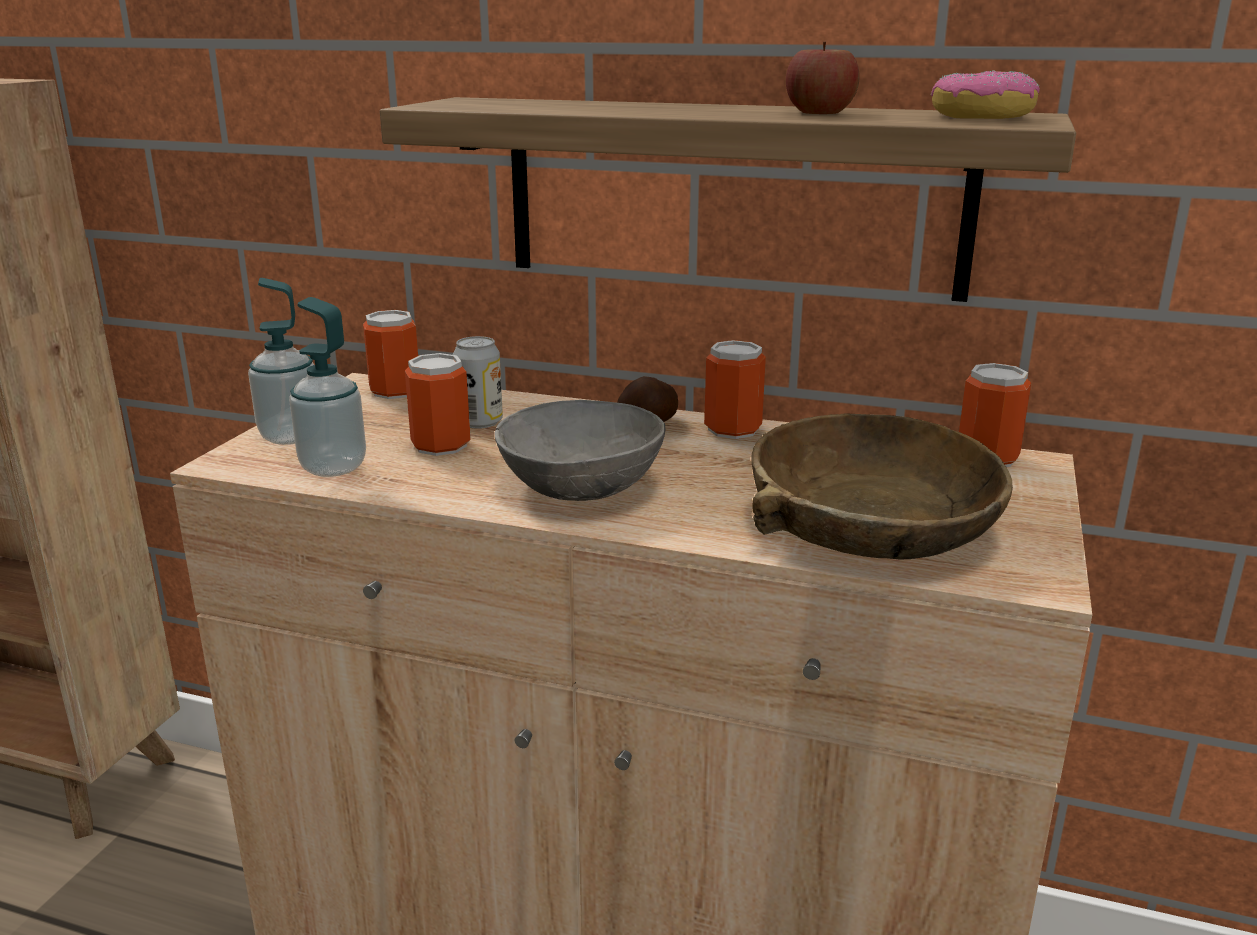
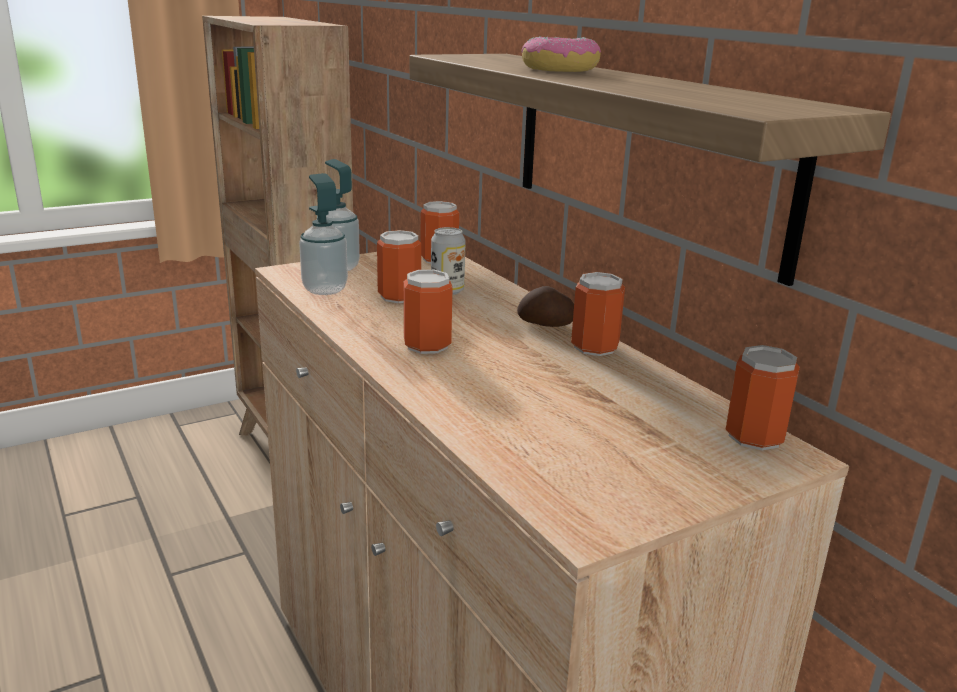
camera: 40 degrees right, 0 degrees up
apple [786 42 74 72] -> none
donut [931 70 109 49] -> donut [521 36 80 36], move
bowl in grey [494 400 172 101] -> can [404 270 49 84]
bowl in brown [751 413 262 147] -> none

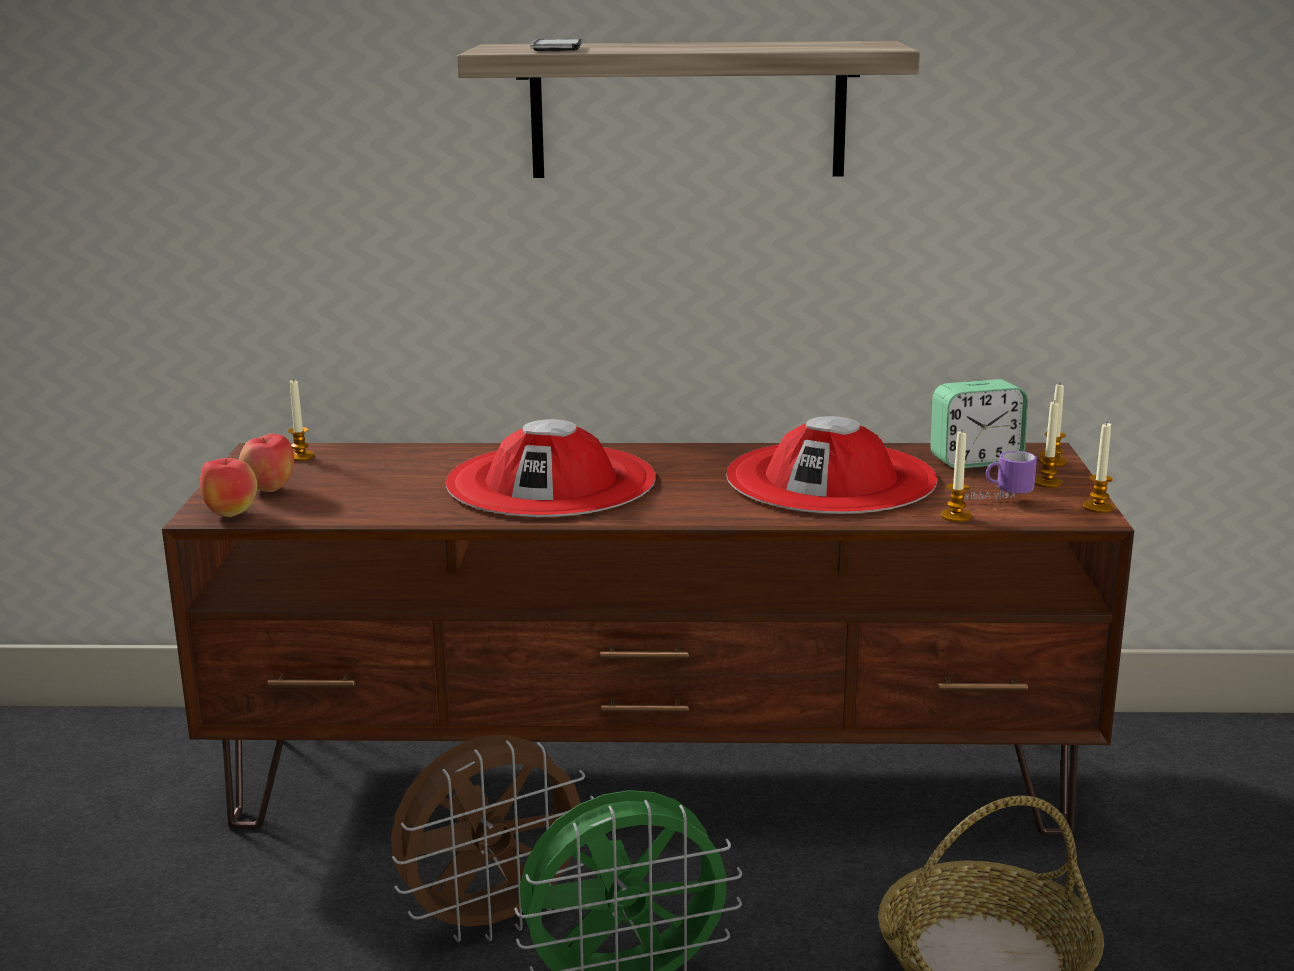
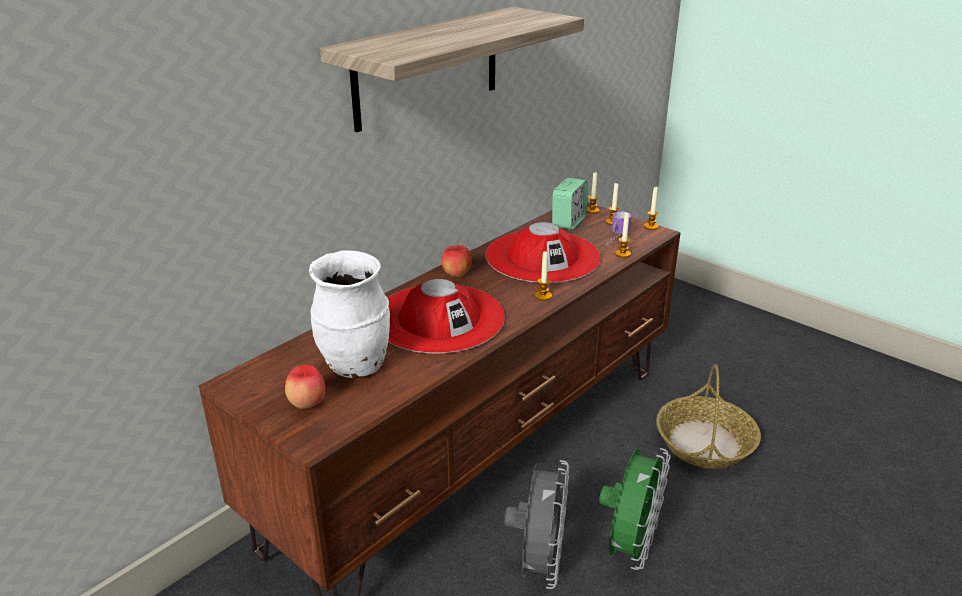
camera: 50 degrees left, 10 degrees up
phone [530 39 51 12] -> none
candle [288 379 27 82] -> candle [535 250 17 50], move
apple [200 458 57 59] -> apple [441 245 31 32], move
fan in brown [391 735 203 207] -> fan in grey [505 460 64 129]
none -> vase in white [309 250 81 128]

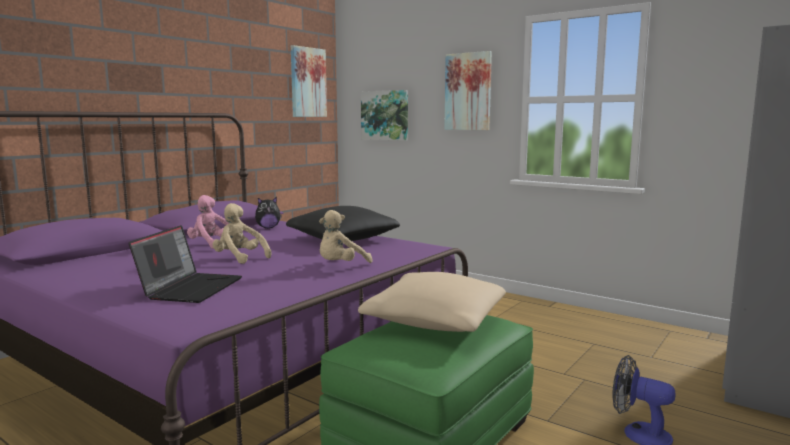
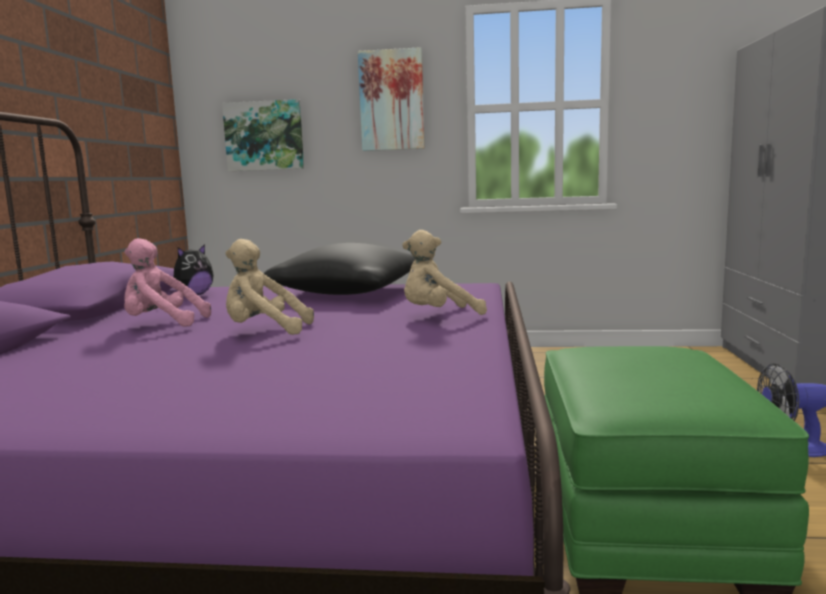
camera: 30 degrees left, 0 degrees up
picture [291 45 36 72] -> none
plush toy in beige [319 210 53 53] -> plush toy in beige [402 230 85 85], 60 degrees clockwise
laptop [128 225 114 78] -> none
pillow in beige [358 272 148 60] -> none

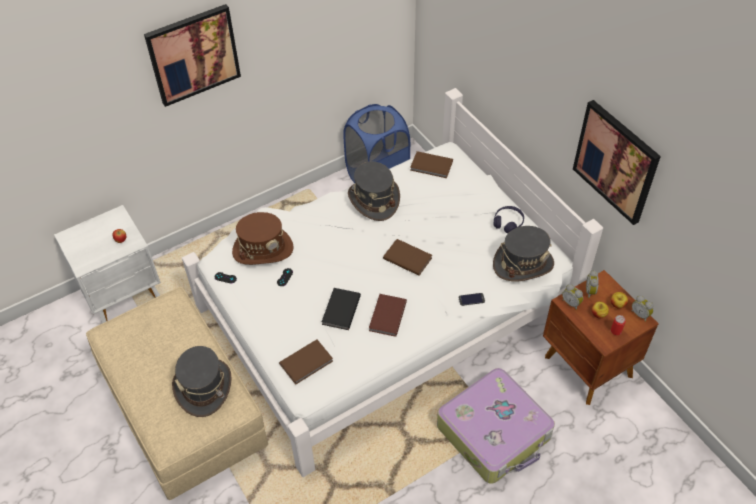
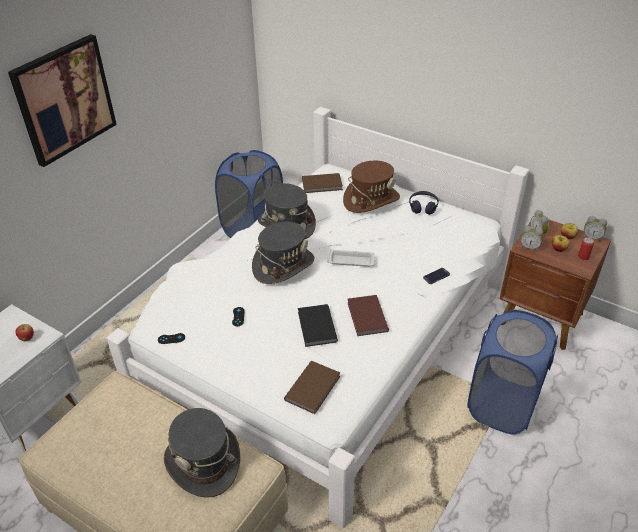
camera: 25 degrees left, 10 degrees down
picture [573 100 88 125] -> none
hat in brown [232 212 62 53] -> hat in brown [343 161 57 52], move
hat in grey [493 226 61 55] -> hat in grey [252 222 62 62], move
book in brown [383 239 49 37] -> tray in white [327 249 50 18]
suitcase [437 368 118 116] -> laundry basket in blue [468 310 90 124]

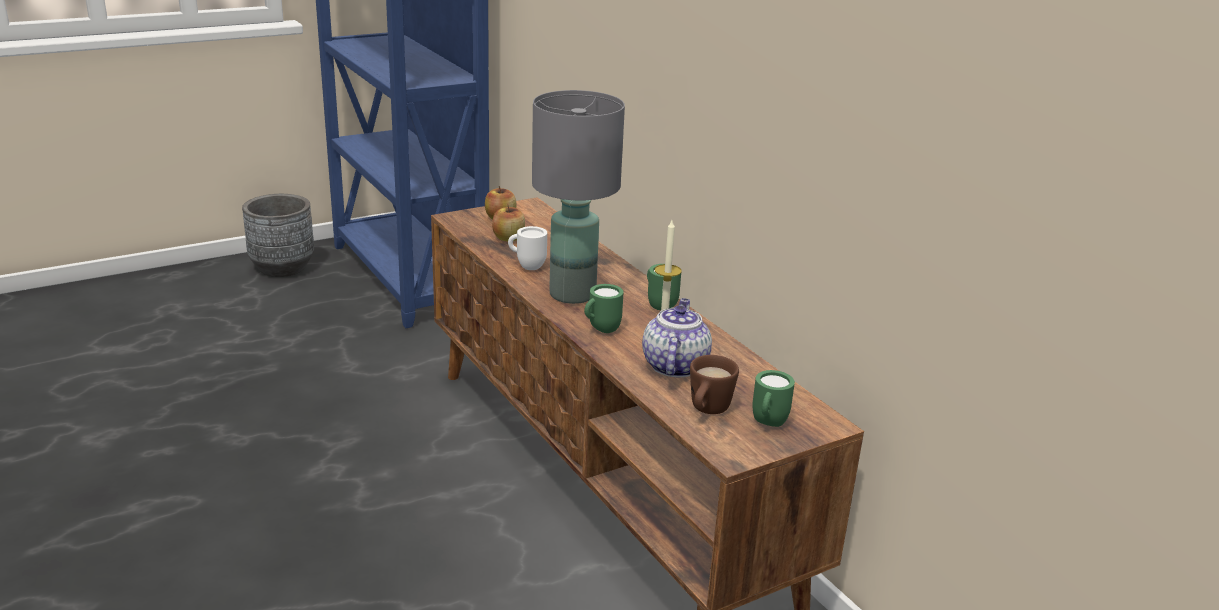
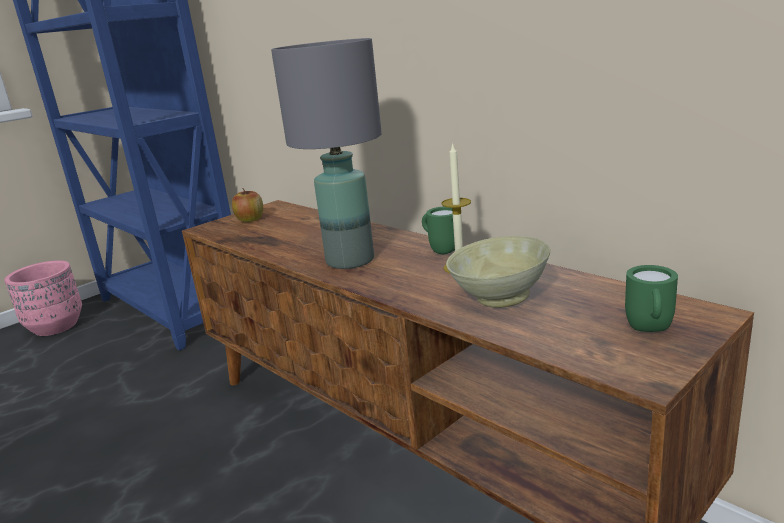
camera: 10 degrees left, 5 degrees down
planter in grey [242 194 72 83] -> planter in pink [4 260 78 76]
apple [492 205 33 37] -> none
mug in white [508 226 39 44] -> none
mug in green [584 284 40 49] -> none
teapot [642 298 70 79] -> bowl in beige [446 236 104 72]
mug in brown [690 355 49 59] -> none

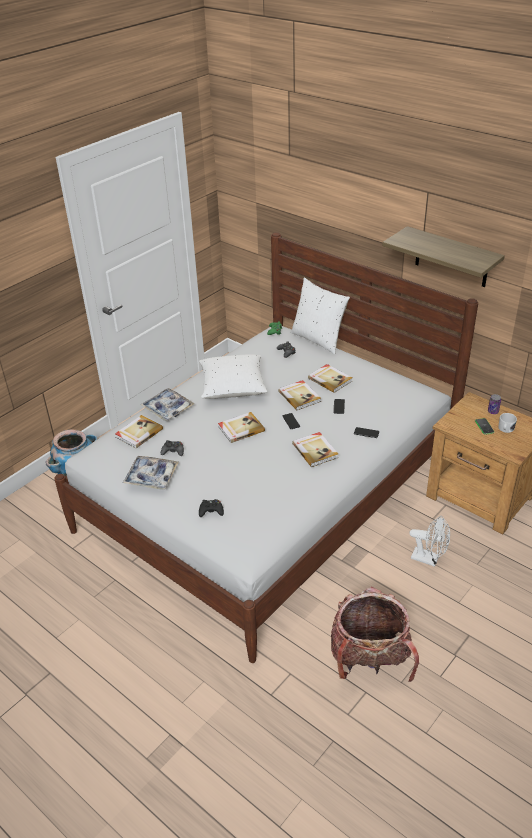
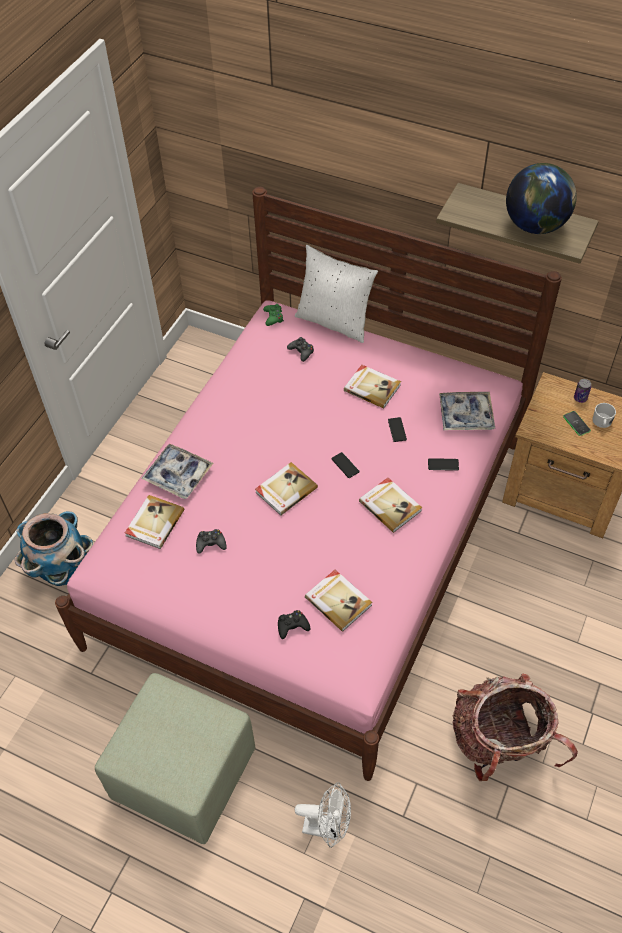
camera: 15 degrees left, 15 degrees up
bed in white [54 232 424 431] -> bed in pink [55 187 507 594]
pillow in white [199 354 69 45] -> none
book [278 380 43 30] -> book [305 570 67 62], move
tray [123 456 55 34] -> tray [439 392 56 38], move
fan in white [409 516 41 51] -> fan in white [295 782 56 66], move
none -> globe [506 163 71 71]
none -> ottoman in green [95 673 160 171]

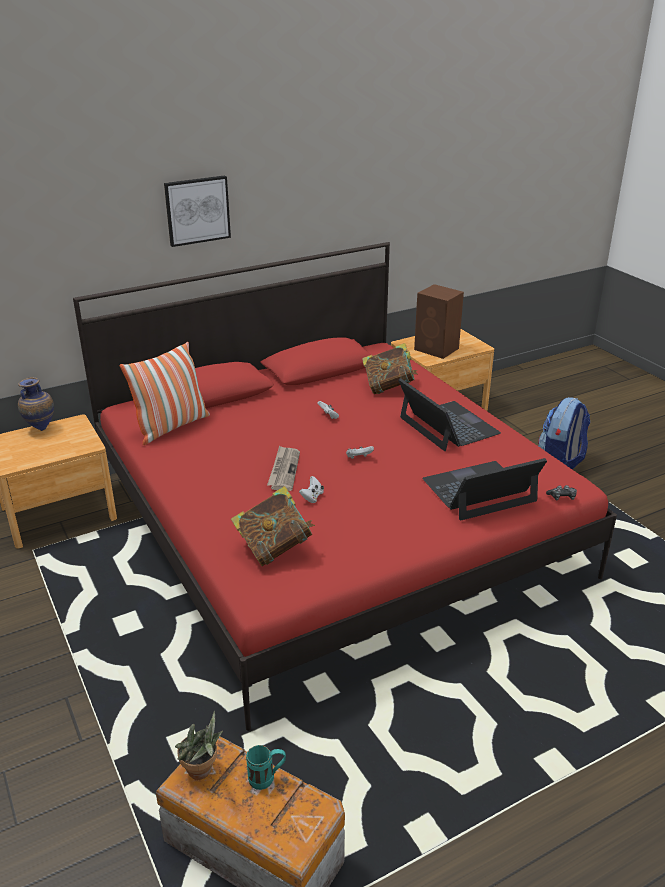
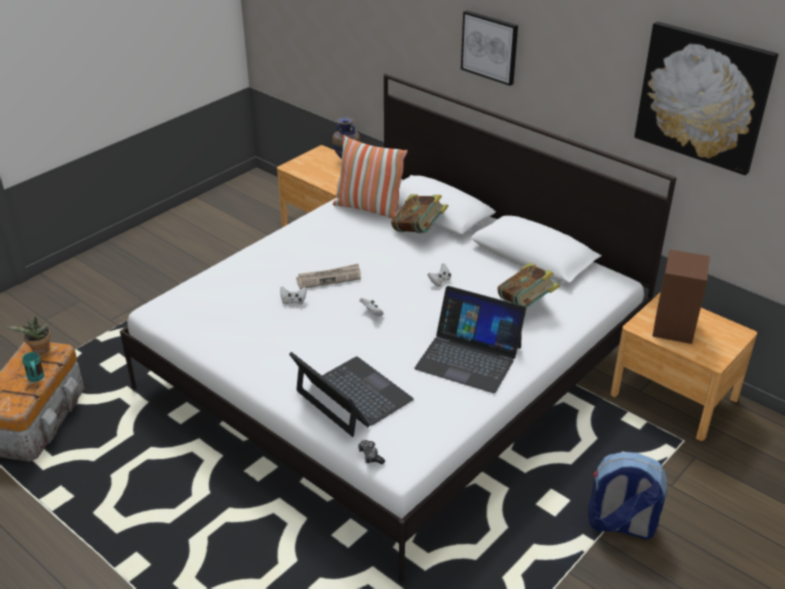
camera: 70 degrees right, 5 degrees up
bed in red [73 242 544 489] -> bed in white [120 73 557 510]
laptop [398 378 103 73] -> laptop [414 286 112 107], 75 degrees clockwise
book [231 486 84 80] -> book [391 194 57 39], move
none -> picture [634 21 144 154]

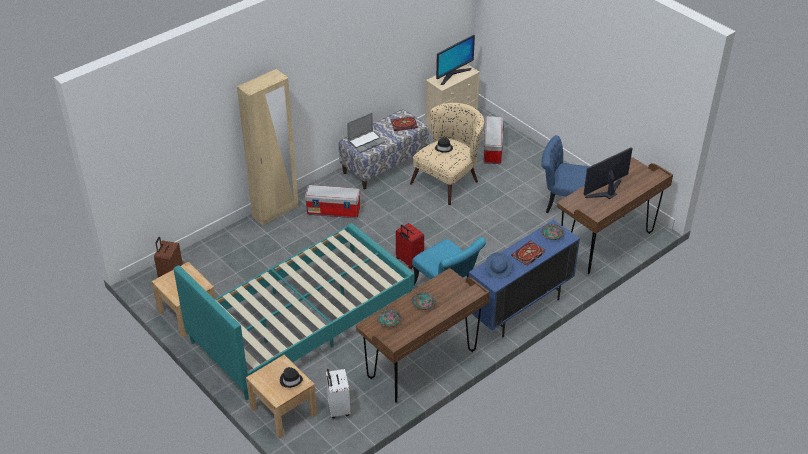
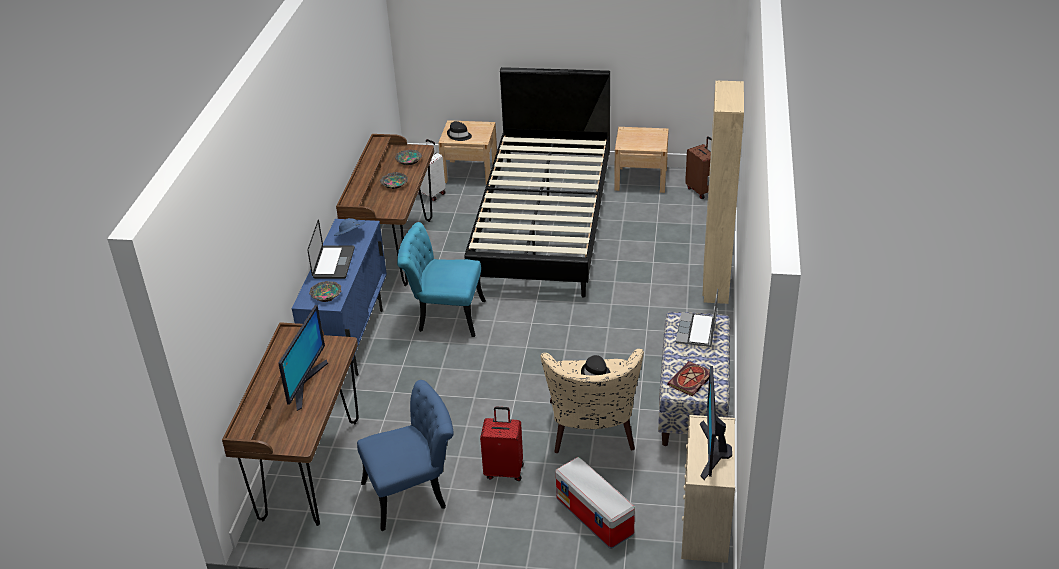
camera: 140 degrees right, 5 degrees down
storage box [305 185 55 33] -> none
bed in turquoise [174 223 240 177] -> bed in black [464 67 146 231]
suitcase in red [396 223 28 46] -> suitcase in red [480 406 44 75], move
book [511 241 34 25] -> laptop [307 219 48 60]

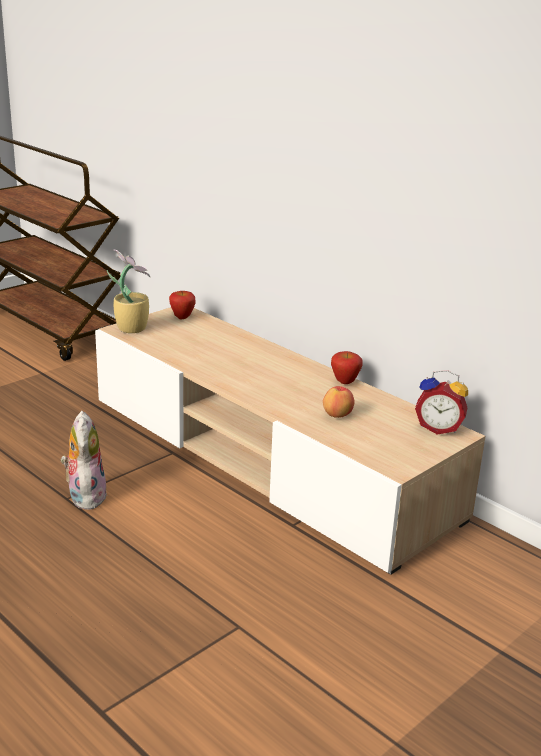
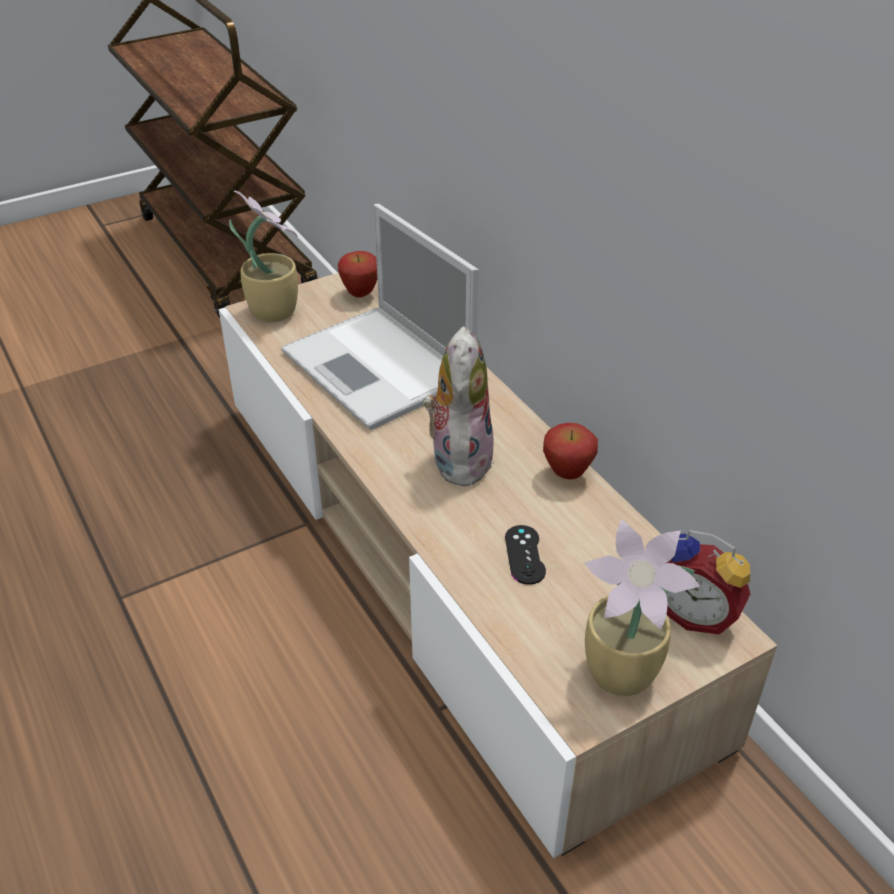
camera: 15 degrees right, 15 degrees up
apple [323 386 32 32] -> game controller in black [505 525 41 60]
plush toy [61 411 46 99] -> plush toy [423 326 71 160], move
none -> laptop [281 204 198 226]
none -> potted plant [584 519 116 177]

